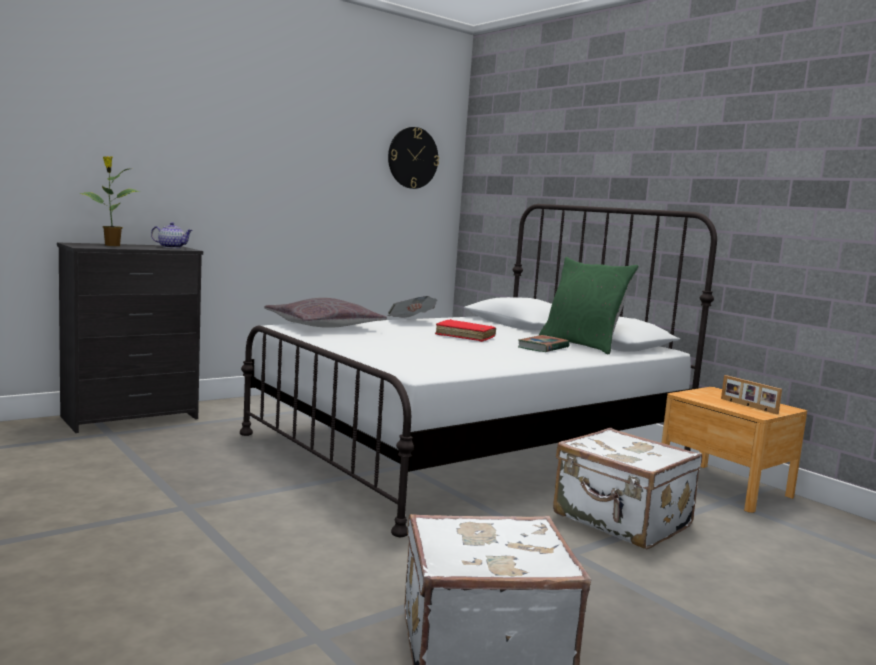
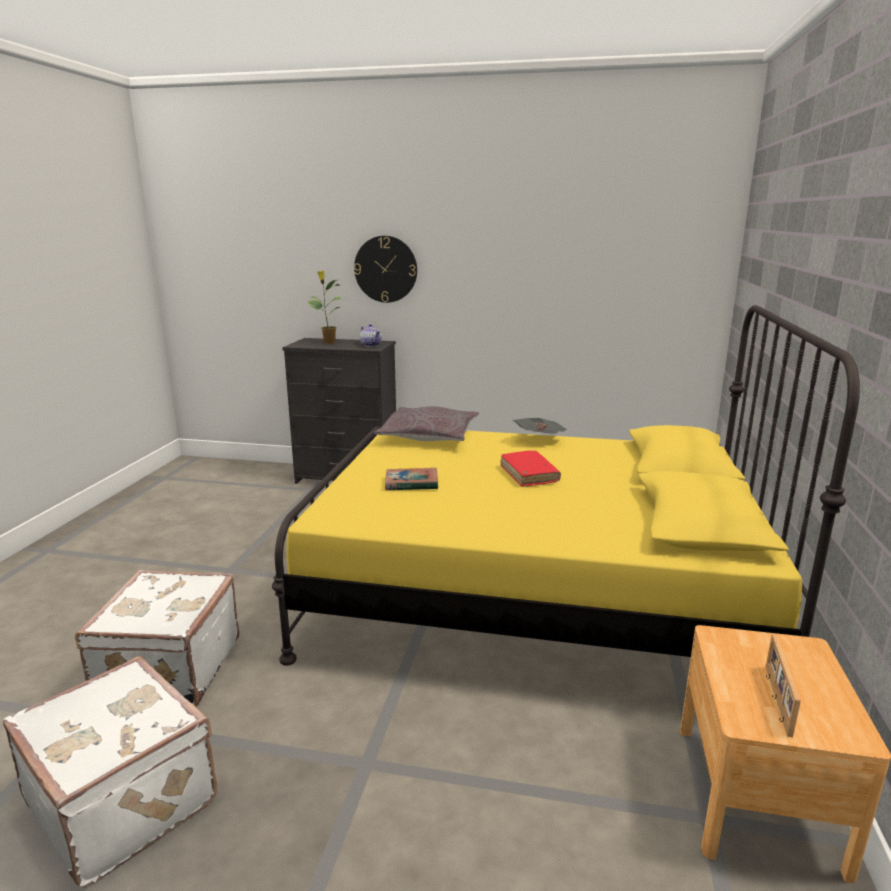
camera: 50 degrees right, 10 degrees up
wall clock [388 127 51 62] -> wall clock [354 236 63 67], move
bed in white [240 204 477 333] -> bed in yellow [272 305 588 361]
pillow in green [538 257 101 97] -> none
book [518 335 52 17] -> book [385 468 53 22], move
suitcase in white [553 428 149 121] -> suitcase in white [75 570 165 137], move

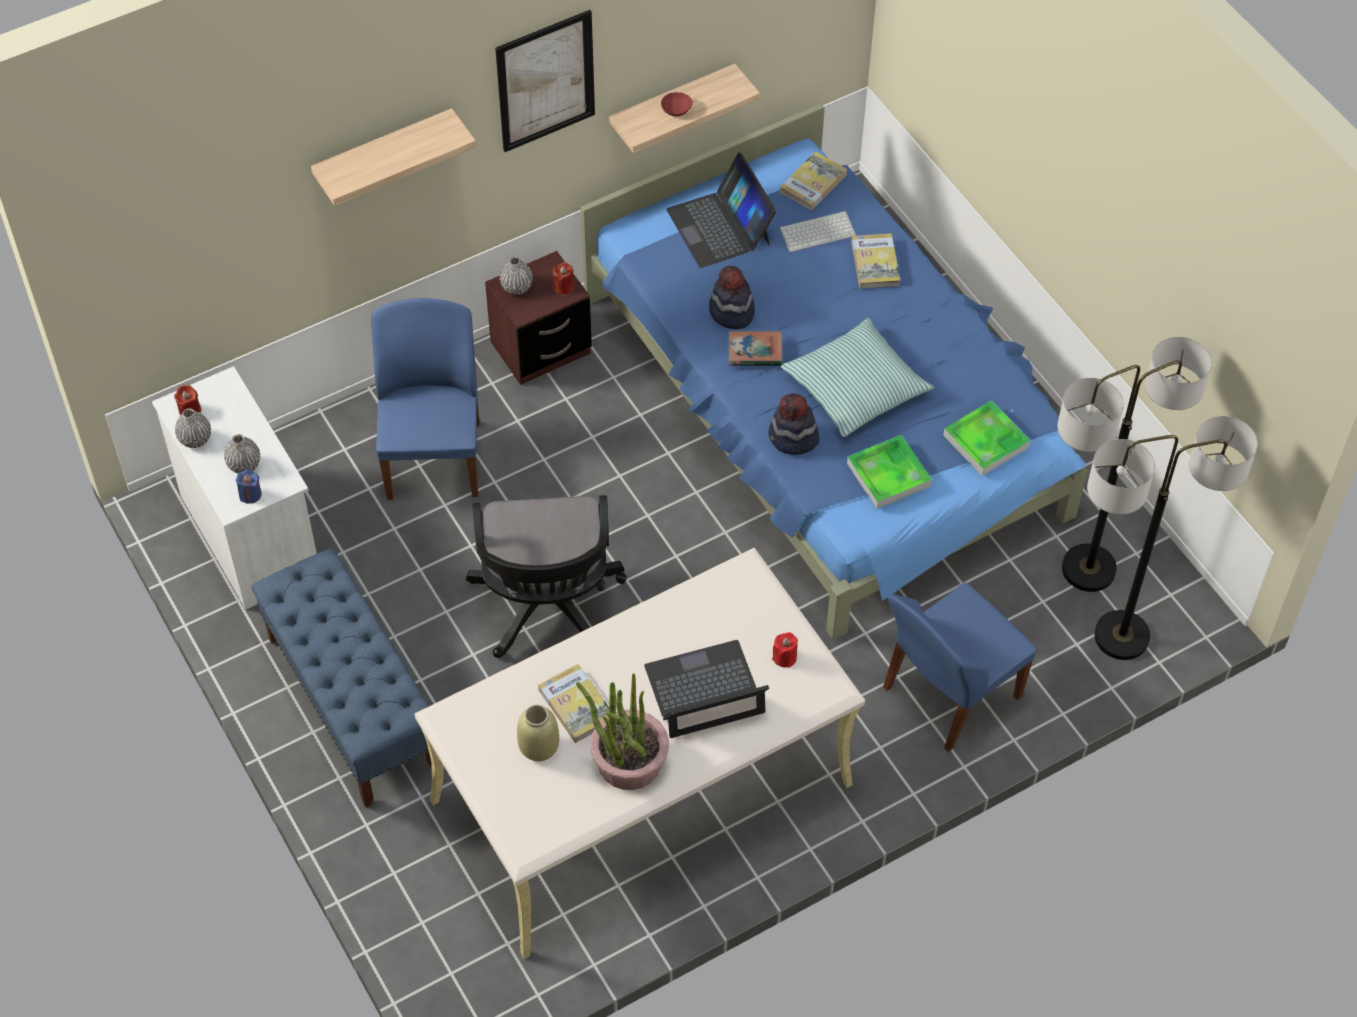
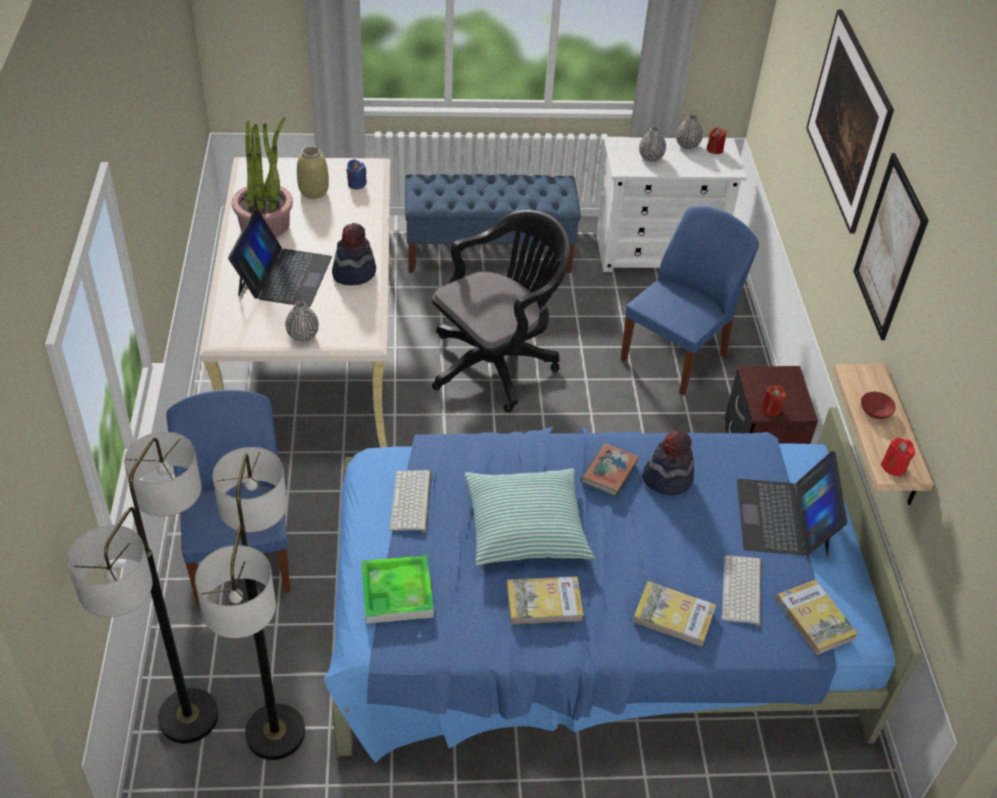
camera: 115 degrees right, 10 degrees down
shelf [311 108 165 98] -> picture [806 9 88 225]
laptop [666 153 110 115] -> laptop [737 451 110 106], 90 degrees counterclockwise
vase in grey [500 257 33 38] -> vase in grey [285 301 34 41], move
chair in blue [371 298 109 202] -> chair in blue [621 206 138 189], 75 degrees counterclockwise
hat [768 393 51 62] -> hat [332 223 44 62], move
tray [847 435 85 74] -> keyboard [390 470 42 62]
candle in blue [236 469 26 35] -> candle in blue [346 159 21 30], move
office chair in black [466 495 161 163] -> office chair in black [432 210 138 203], 120 degrees clockwise
candle in red [772 632 26 36] -> candle in red [881 438 34 38], move
book [538 664 71 79] -> book [507 576 77 48], move

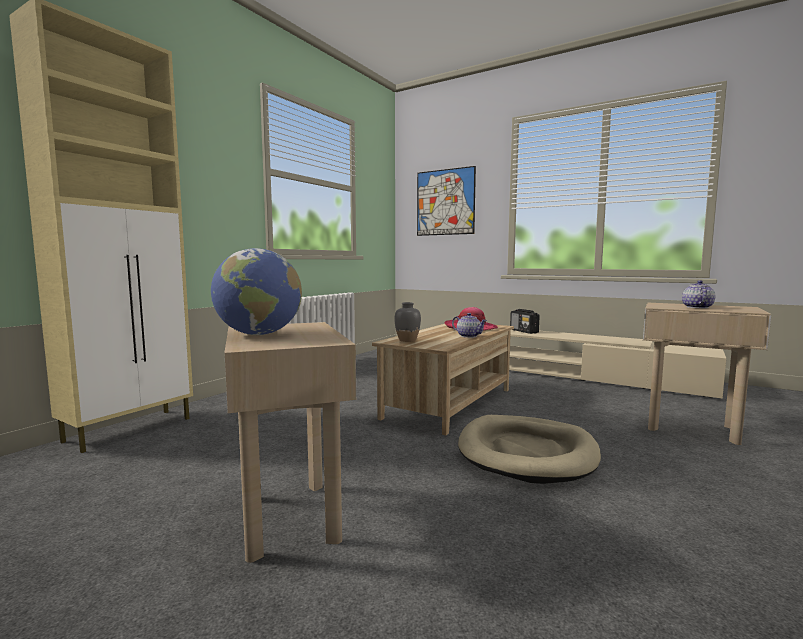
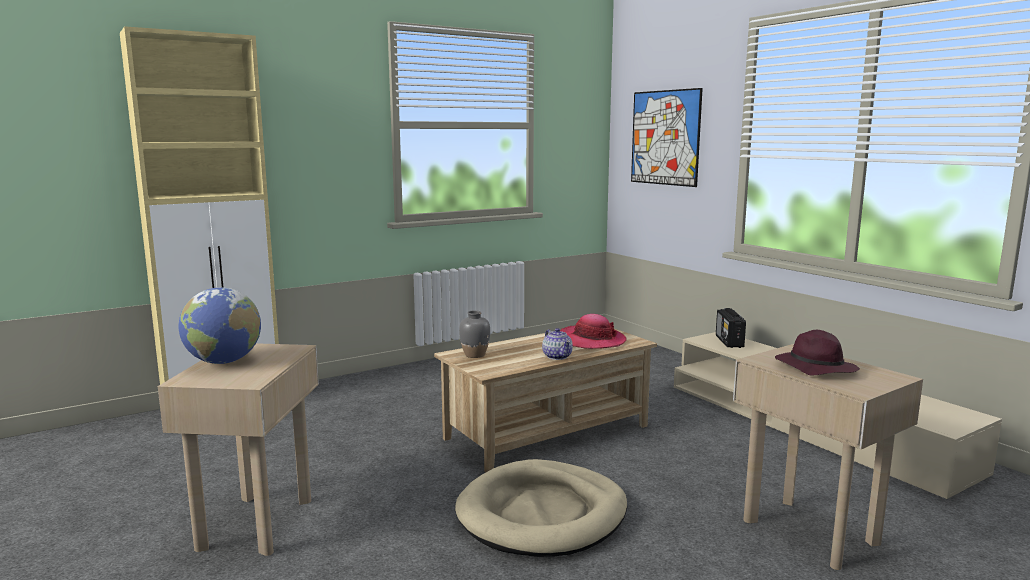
camera: 25 degrees right, 5 degrees up
teapot [682 280 33 28] -> hat in purple [775 330 85 46]

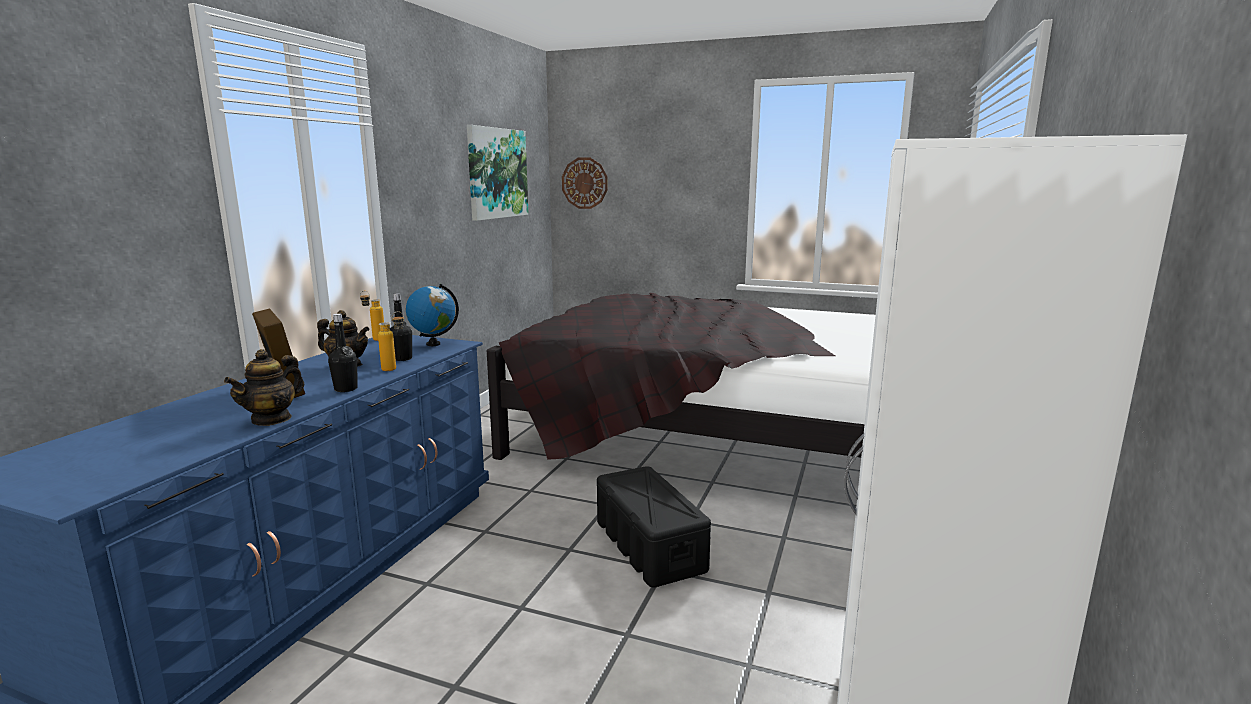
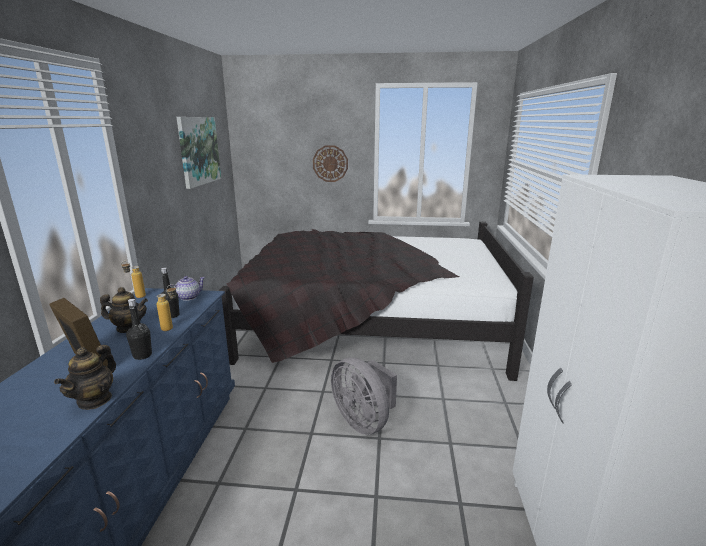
camera: 15 degrees left, 5 degrees up
wall clock [562 158 46 51] -> wall clock [313 145 35 37], move
globe [406 284 53 62] -> teapot [170 276 35 25]
storage box in black [597 466 114 121] -> fan in grey [331 357 66 78]

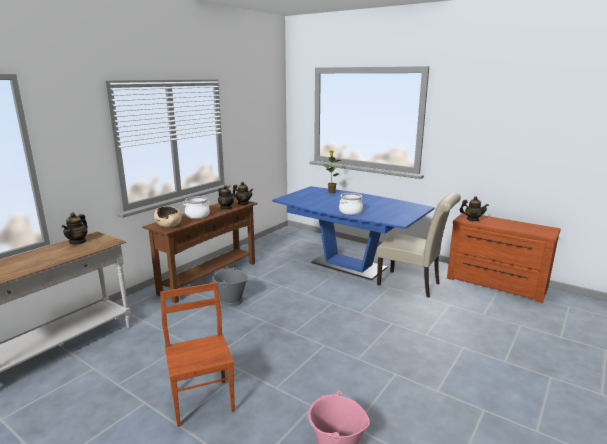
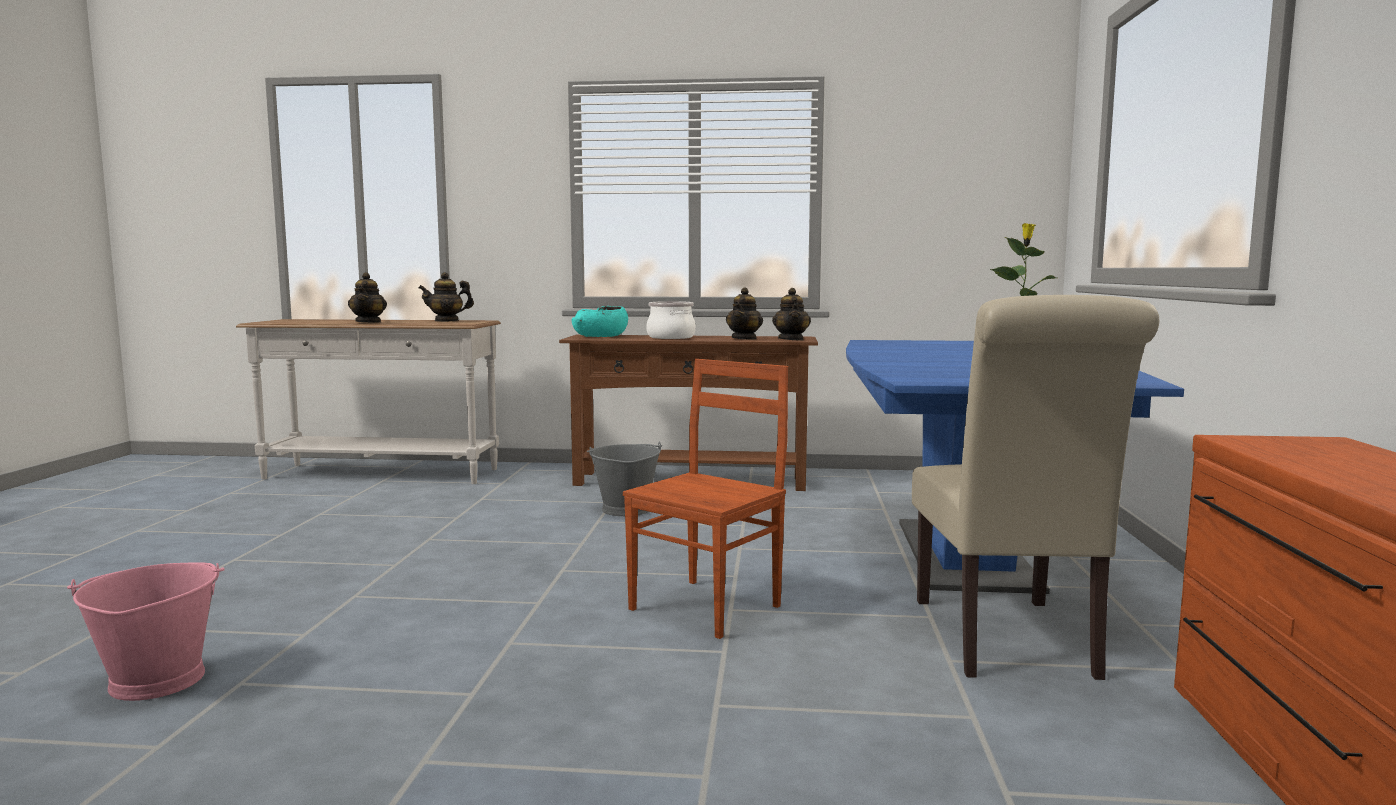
camera: 60 degrees right, 10 degrees down
cooking pot [339 193 24 22] -> none
teapot [460 196 29 25] -> teapot [348 272 39 51], move
bowl in beige [154 206 28 22] -> bowl in turquoise [572 306 56 31]
chair in brown [160 282 75 145] -> chair in brown [623 359 165 280], move

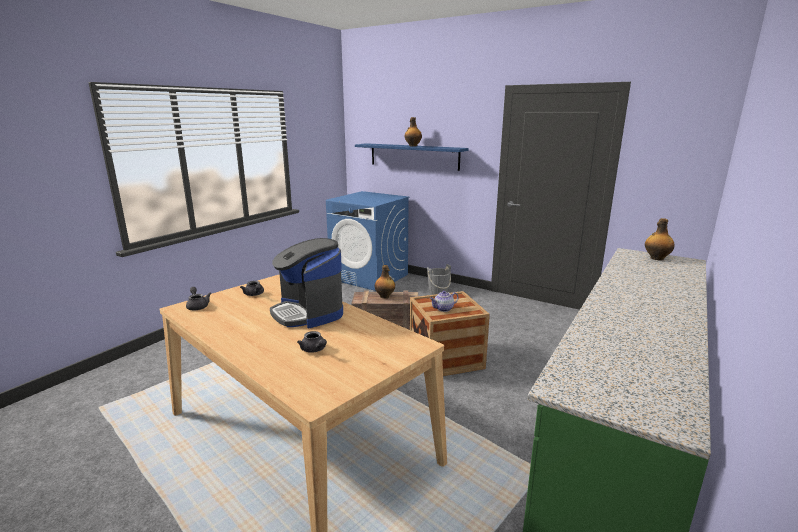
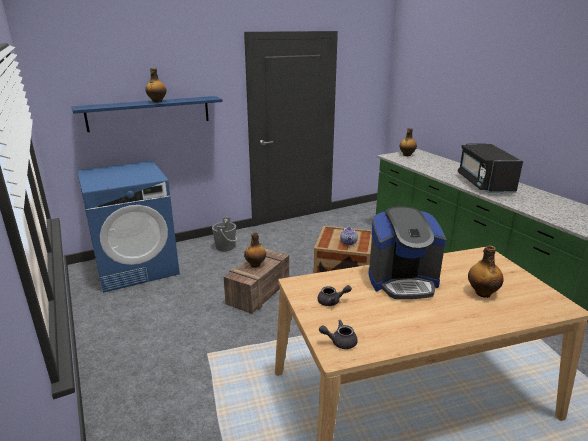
camera: 60 degrees left, 5 degrees up
teapot in grey [297 331 30 22] -> bottle [468 245 36 53]
none -> microwave in black [457 143 66 50]

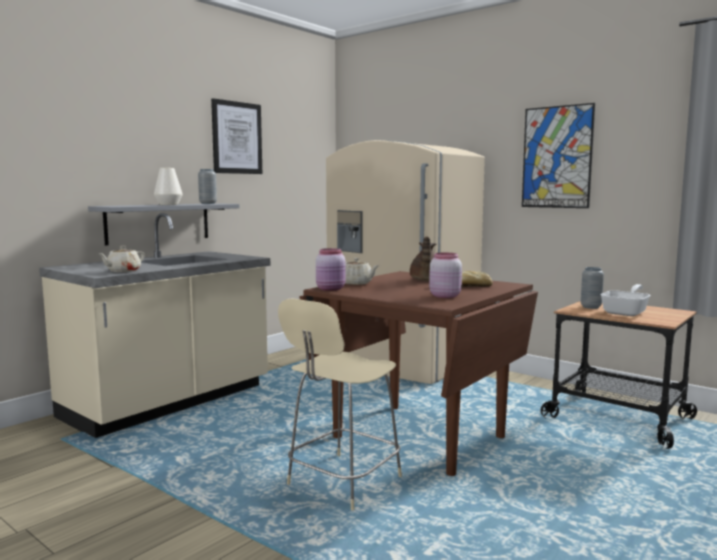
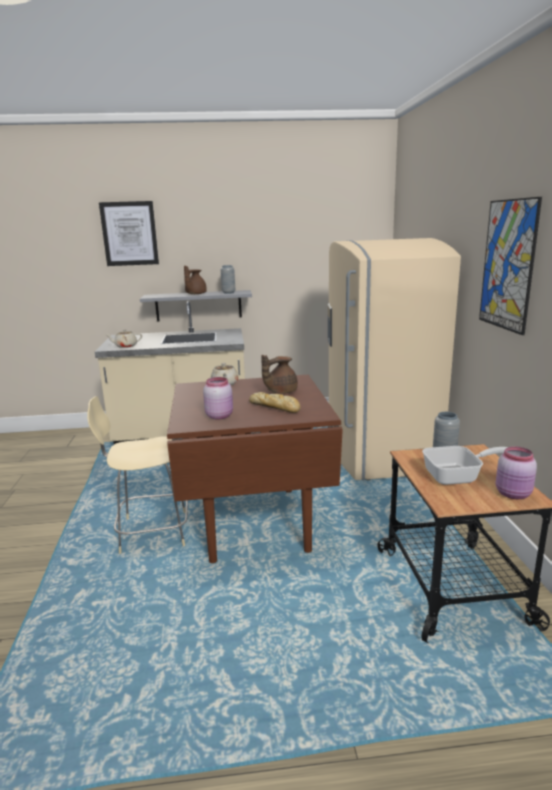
camera: 45 degrees right, 10 degrees up
picture [211 98 51 76] -> picture [99 201 60 65], move
vase in white [154 168 29 37] -> teapot in brown [184 265 23 29]
jar in pink [316 248 30 43] -> jar in pink [496 446 41 53], move

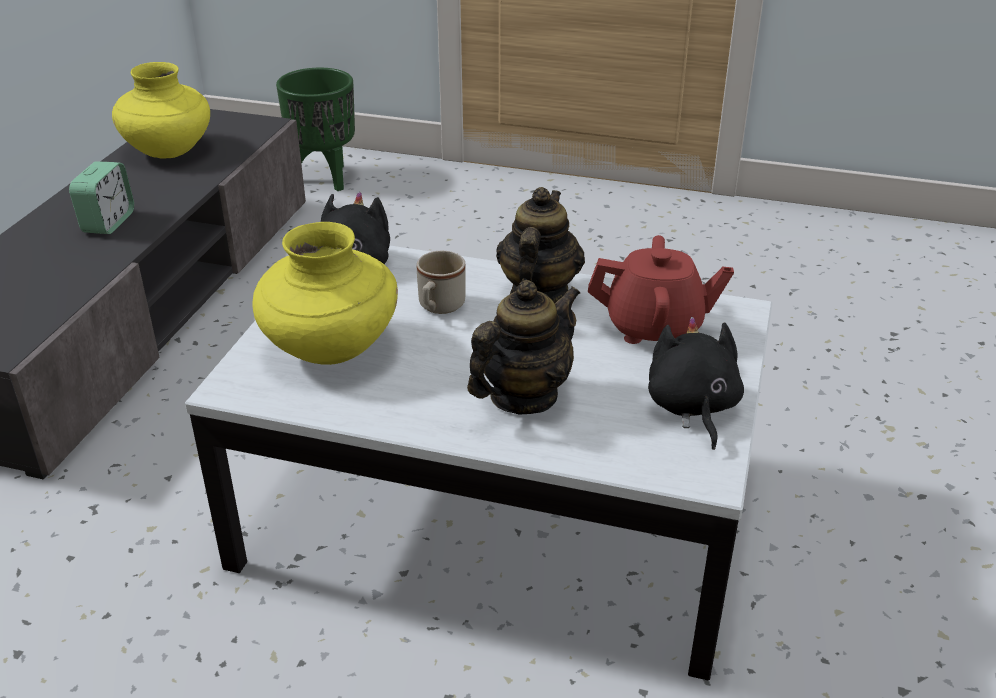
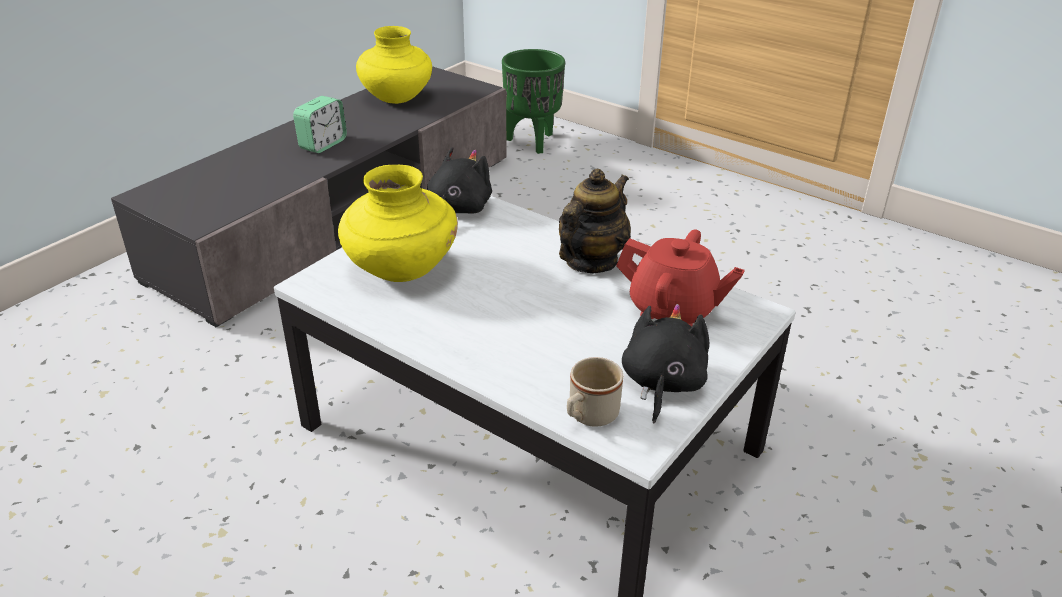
camera: 20 degrees right, 0 degrees up
mug in beige [417 251 48 63] -> mug in beige [567 357 56 70], move
teapot [467 280 113 134] -> none

